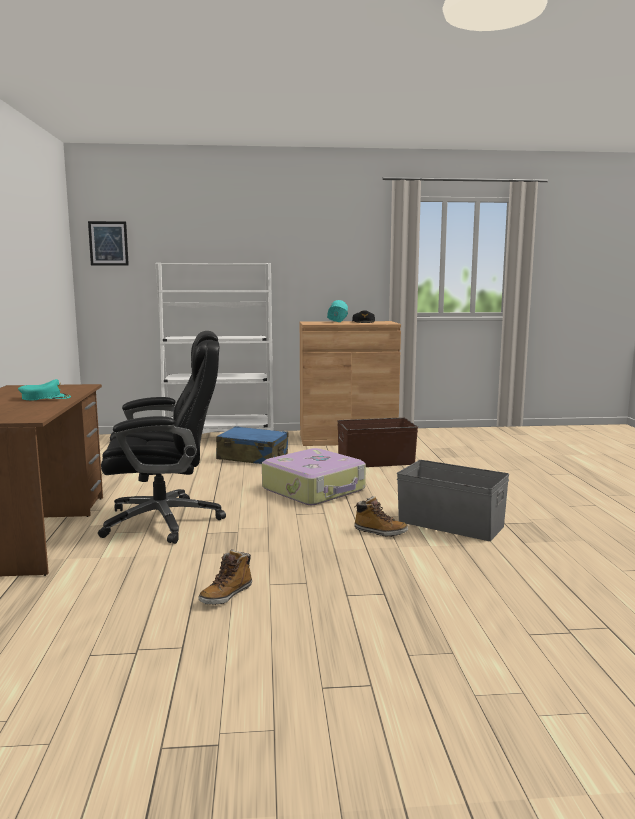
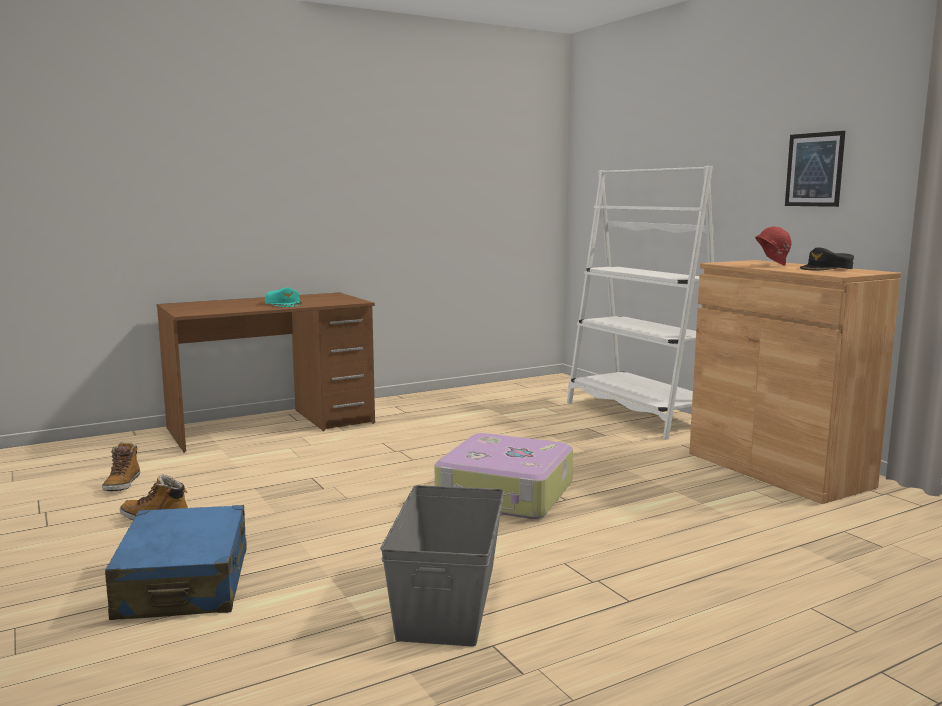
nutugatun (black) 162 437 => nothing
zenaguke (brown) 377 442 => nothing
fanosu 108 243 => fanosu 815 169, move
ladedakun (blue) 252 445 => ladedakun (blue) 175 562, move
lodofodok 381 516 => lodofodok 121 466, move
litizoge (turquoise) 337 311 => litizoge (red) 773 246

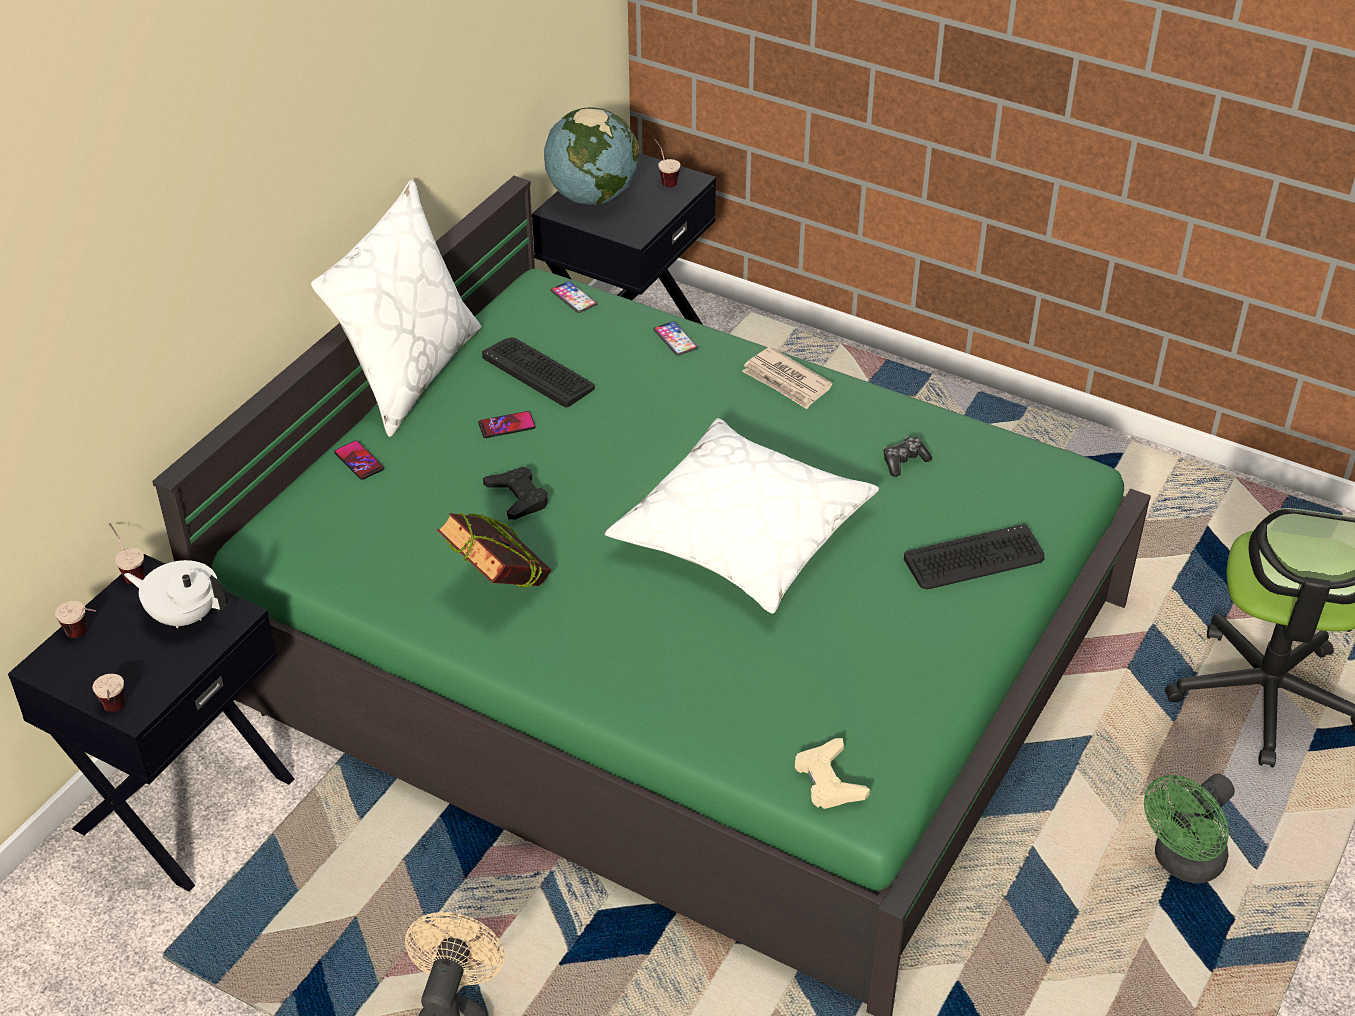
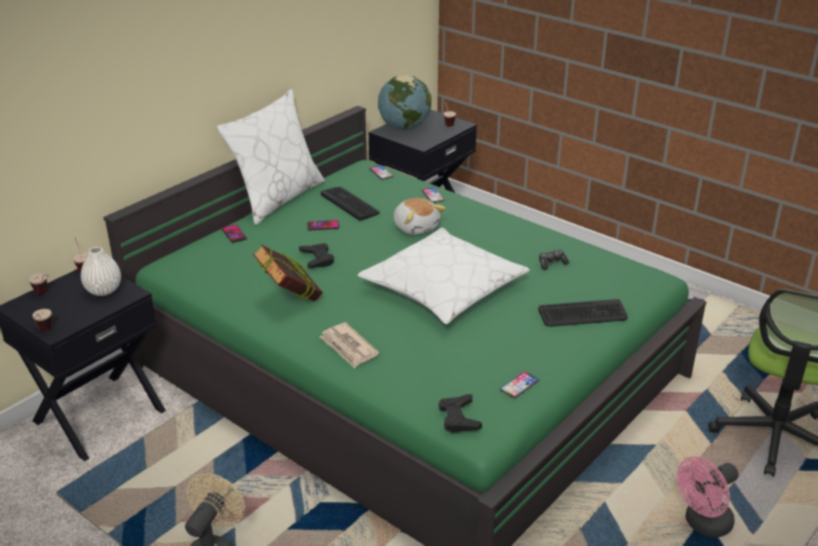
nothing => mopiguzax 419 216
nothing => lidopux 519 384
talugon 787 378 => talugon 349 345, move
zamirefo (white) 176 594 => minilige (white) 101 271
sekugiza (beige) 832 773 => sekugiza (black) 460 413
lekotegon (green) 1189 829 => lekotegon (pink) 708 497

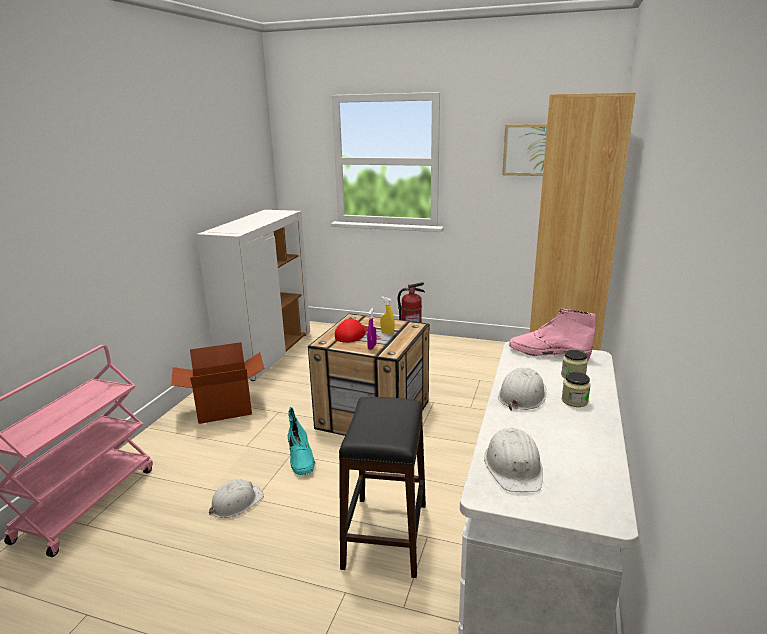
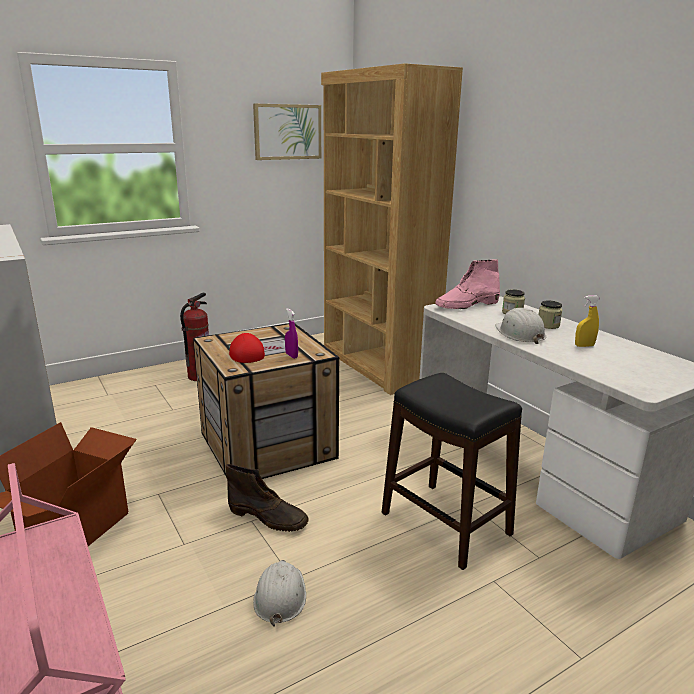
litizoge (white) 513 460 => nothing
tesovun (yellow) 387 316 => tesovun (yellow) 587 321, move
lodofodok (turquoise) 301 441 => lodofodok (brown) 267 498

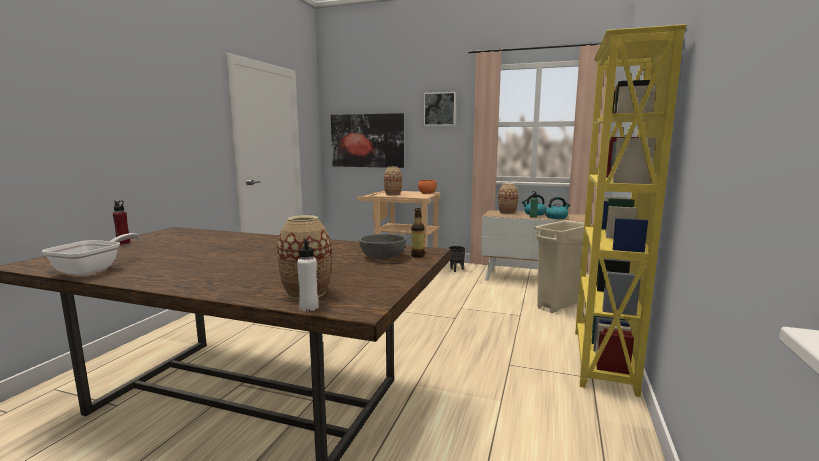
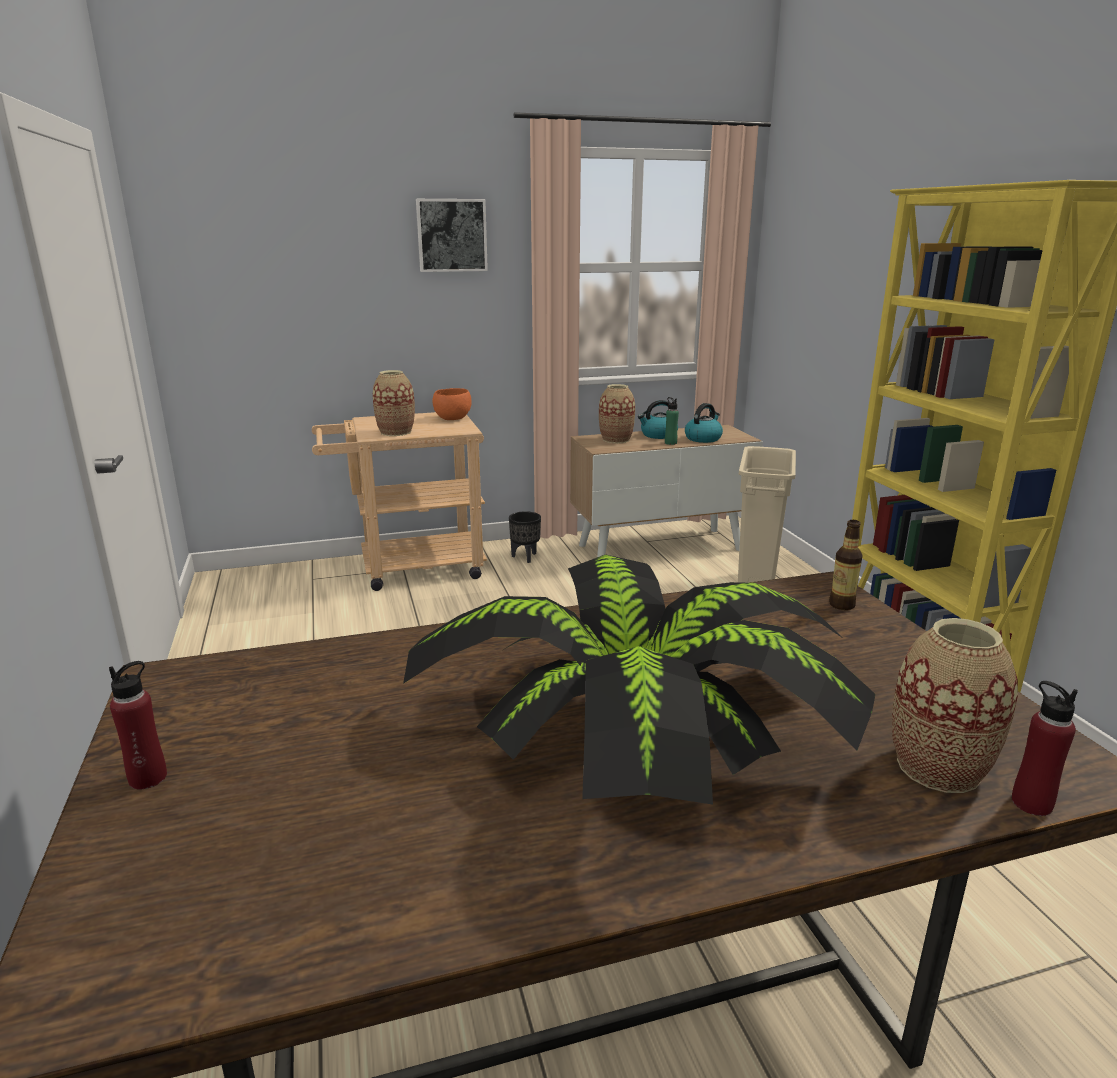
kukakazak 90 254 => nothing
fanosu 367 140 => nothing
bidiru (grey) 382 246 => nothing
nothing => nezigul 639 679
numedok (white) 308 274 => numedok (red) 1045 748

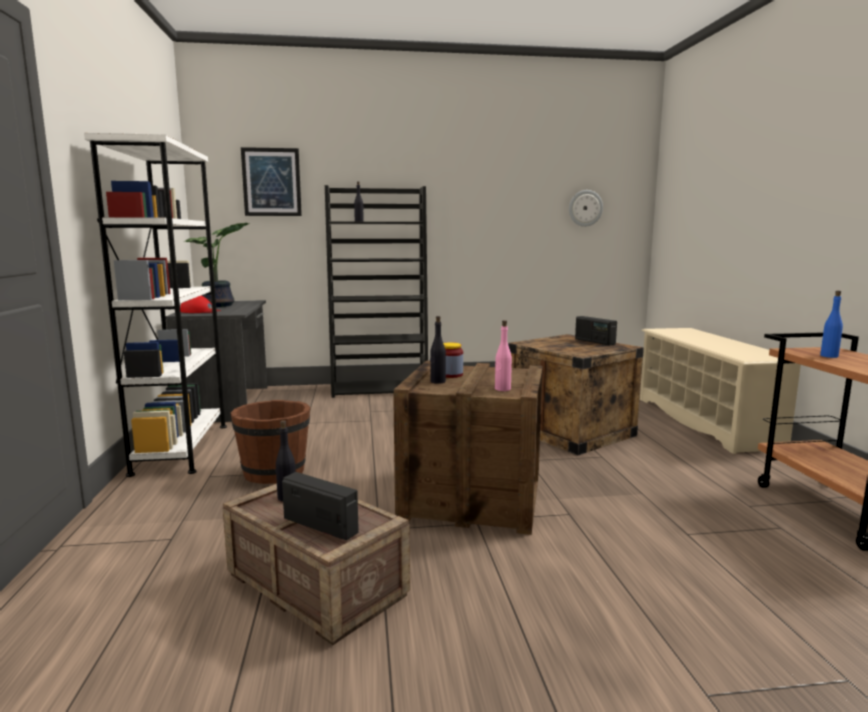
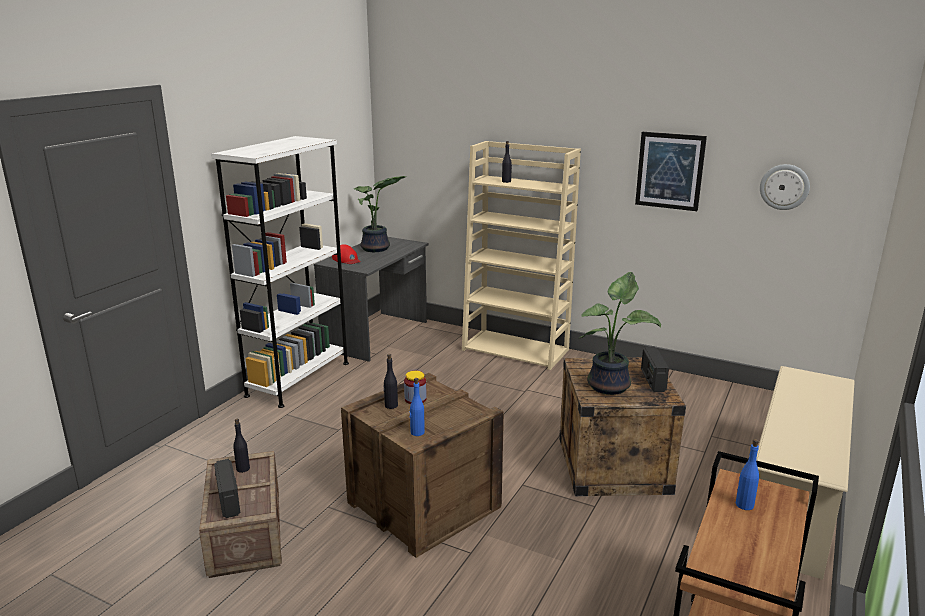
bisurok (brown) 270 442 => nothing
nothing => nezigul 619 333
fanosu 271 181 => fanosu 671 171, move
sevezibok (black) 376 291 => sevezibok (beige) 521 255
numedok (pink) 503 355 => numedok (blue) 417 407

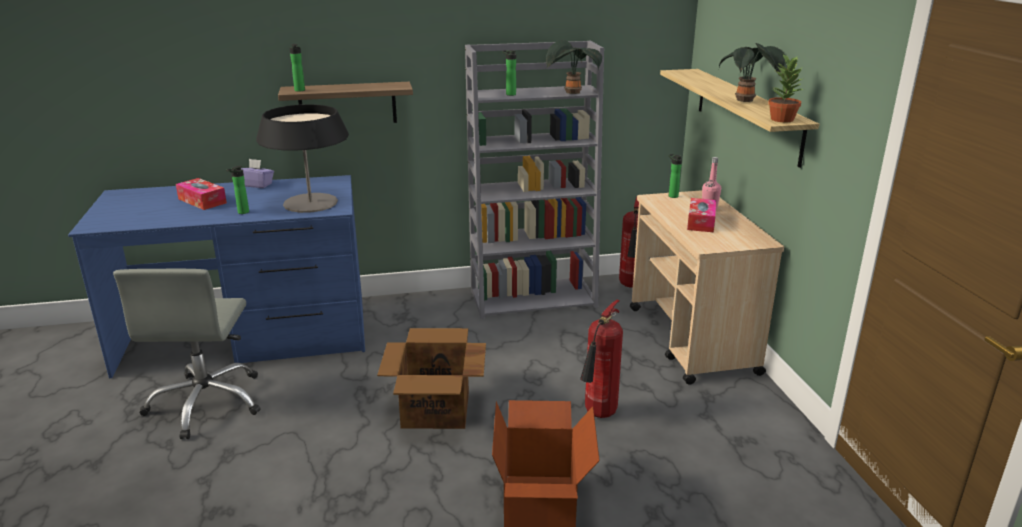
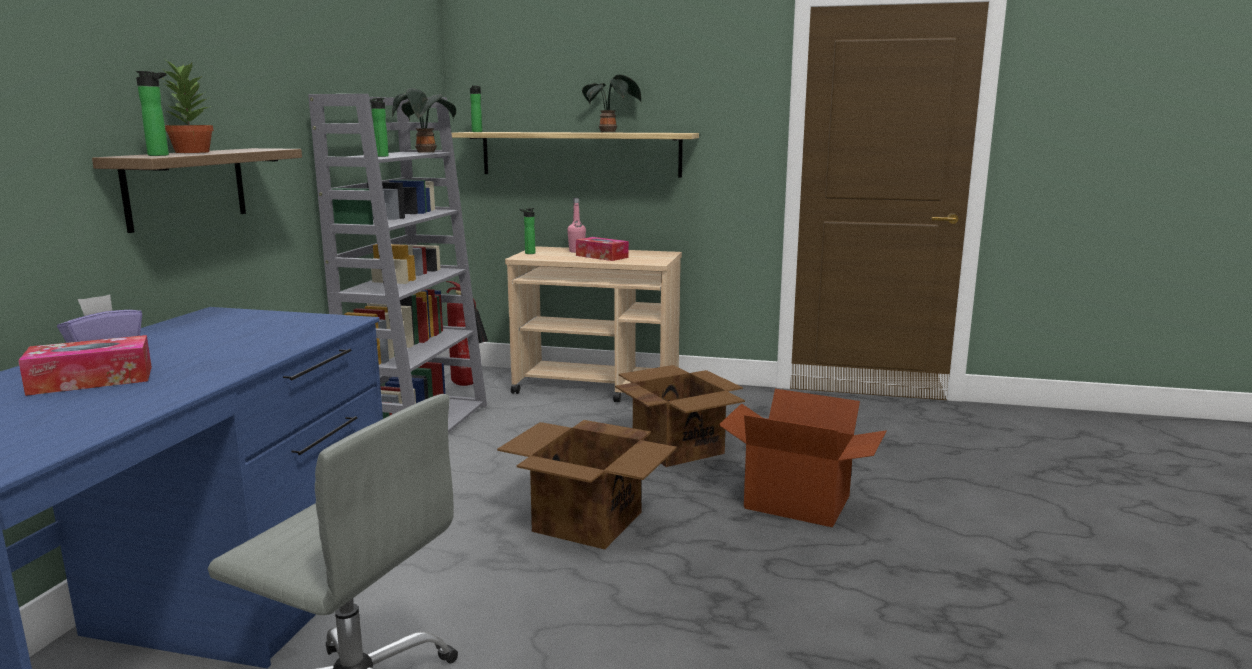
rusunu 302 158 => nothing
numedok 237 190 => numedok 476 108, move
nezigul 786 88 => nezigul 187 105, move
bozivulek 601 359 => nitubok 680 416

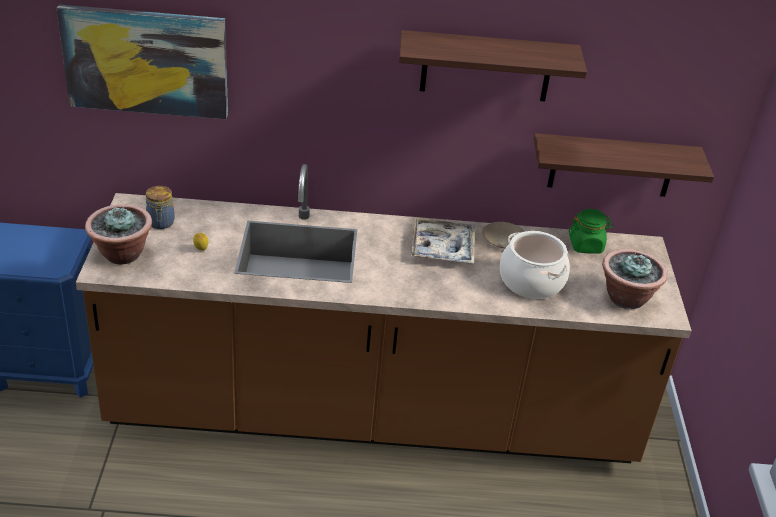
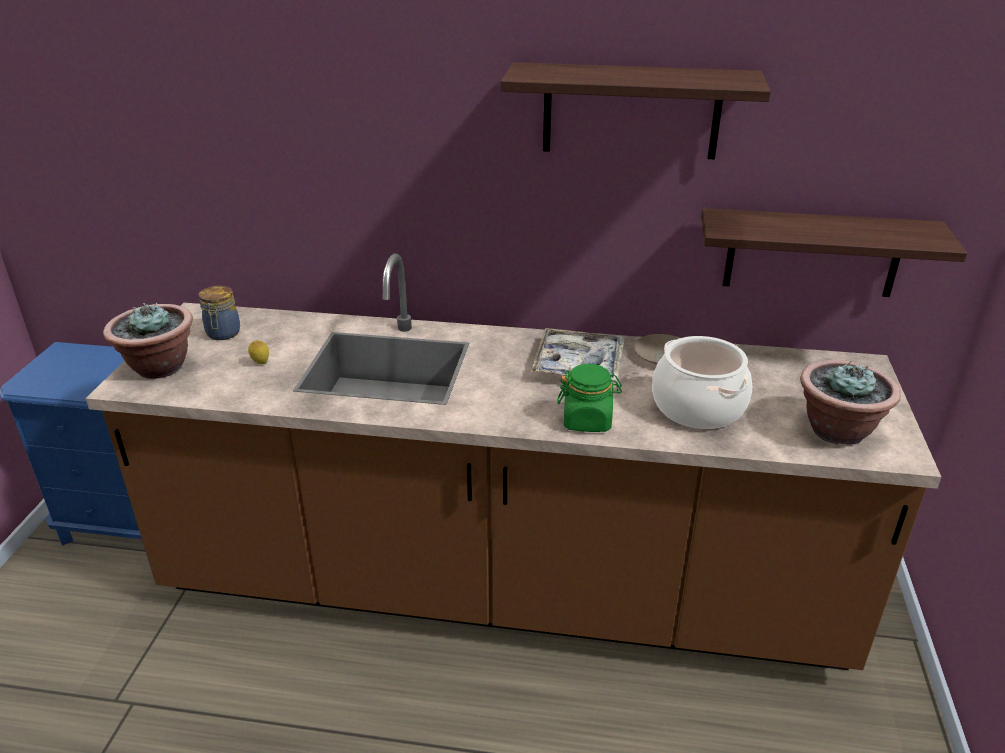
fanosu 142 62 => nothing
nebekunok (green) 590 231 => nebekunok (green) 589 398, move

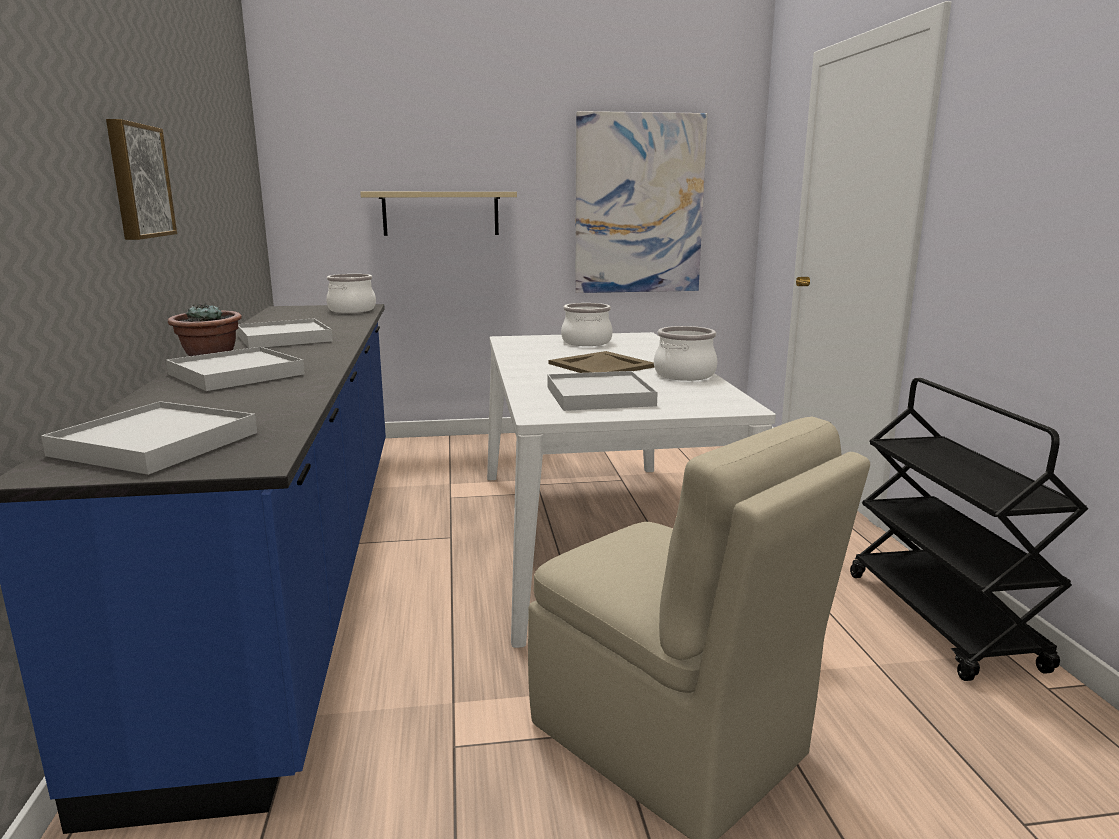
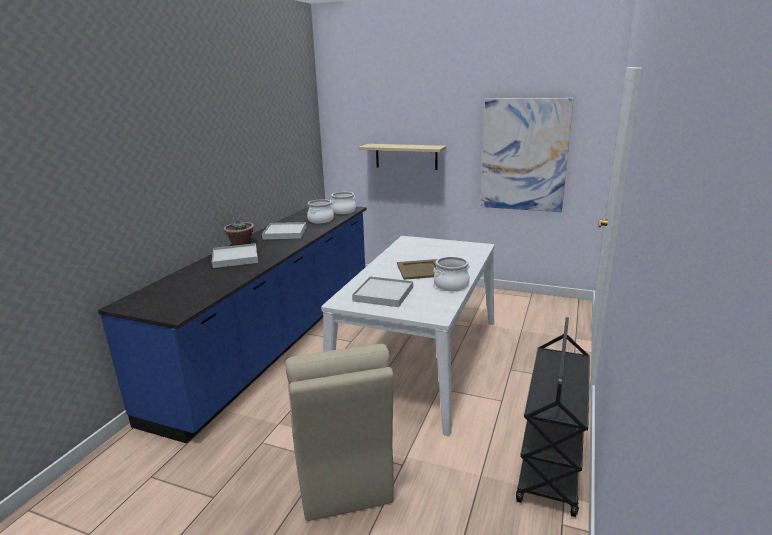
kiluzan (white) 149 438 => nothing
fanosu 141 179 => nothing
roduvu 587 324 => roduvu 320 211, move

